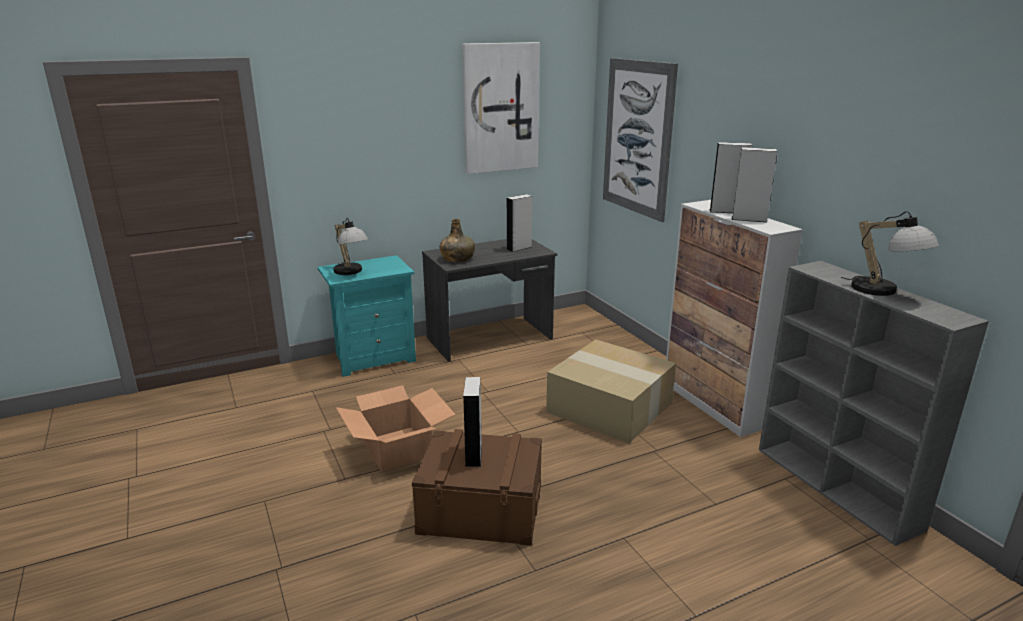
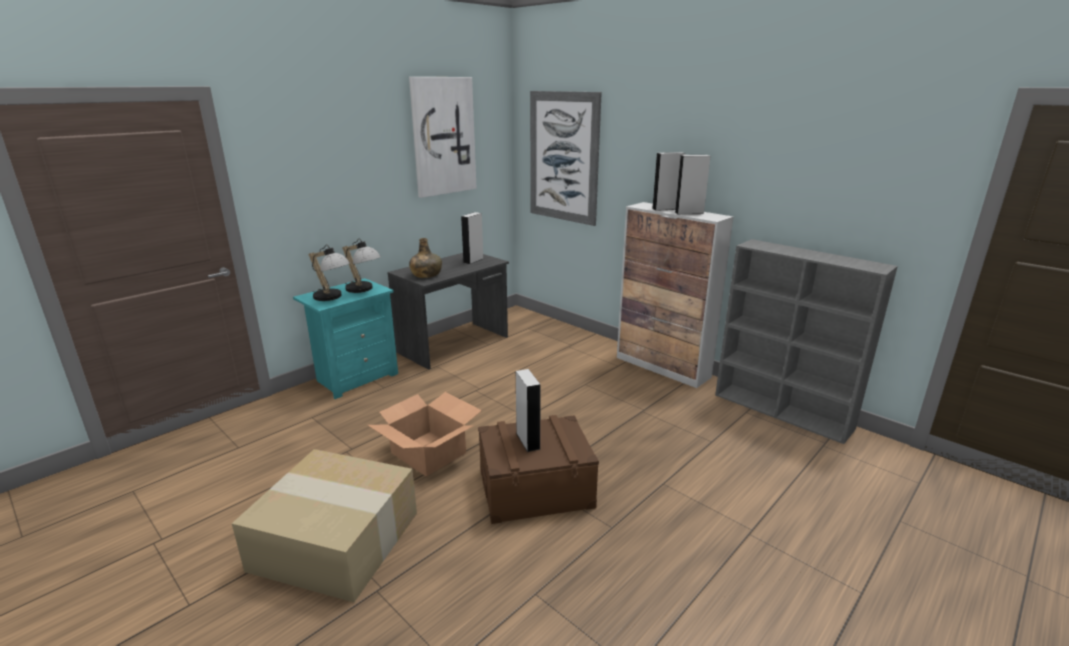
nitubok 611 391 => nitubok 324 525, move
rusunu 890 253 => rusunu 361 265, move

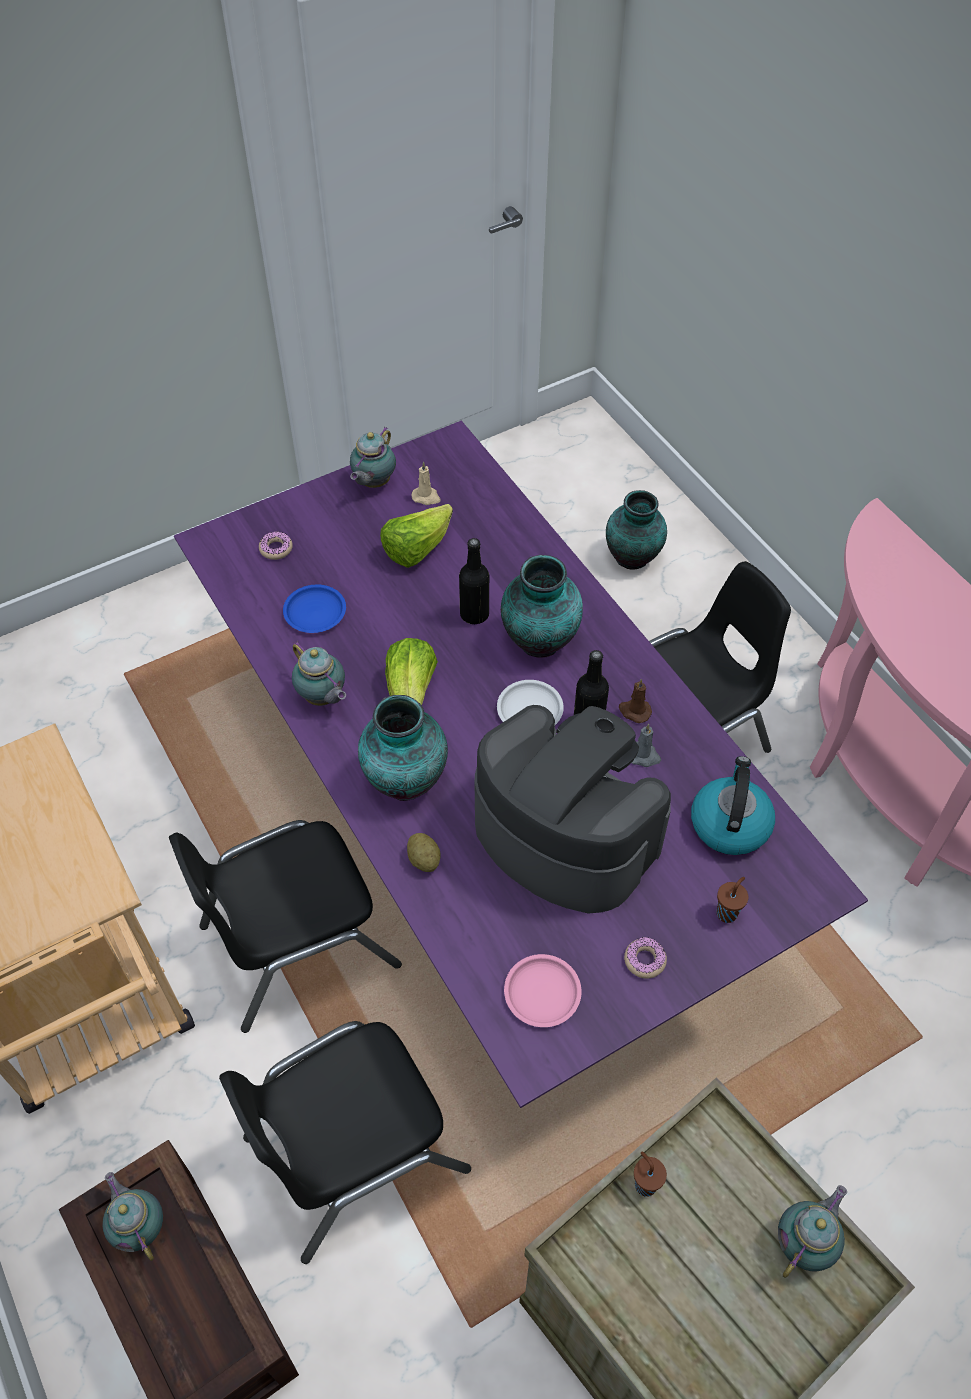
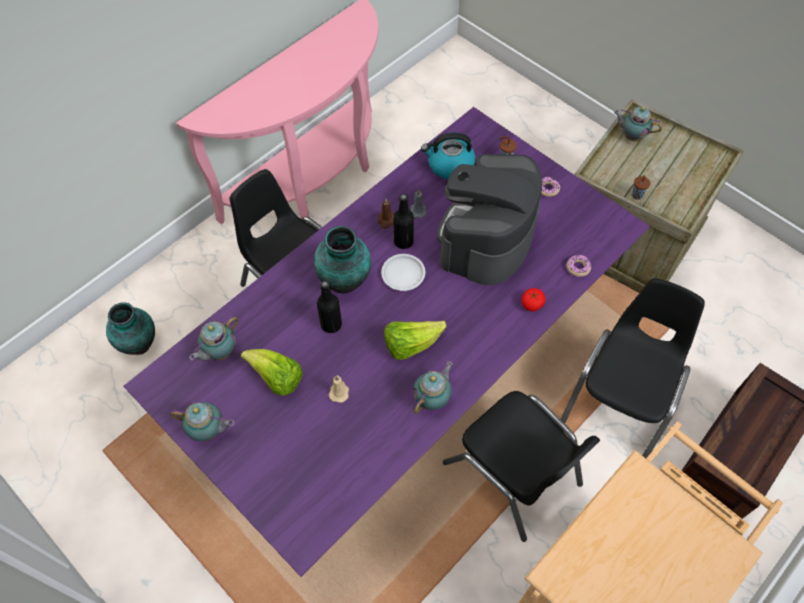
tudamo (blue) 314 609 => nothing
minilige 403 748 => nothing
tudamo (pink) 542 990 => nothing
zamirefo 132 1216 => zamirefo 213 338, move
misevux 276 546 => misevux 579 266, move
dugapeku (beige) 426 483 => dugapeku (beige) 339 389, move
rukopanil 423 852 => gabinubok 533 299
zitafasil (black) 345 1142 => zitafasil (black) 633 368, 105 degrees counterclockwise

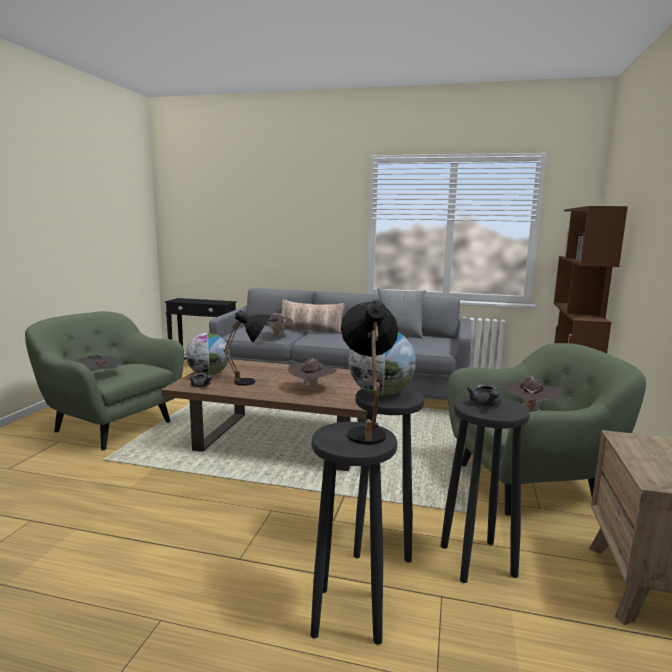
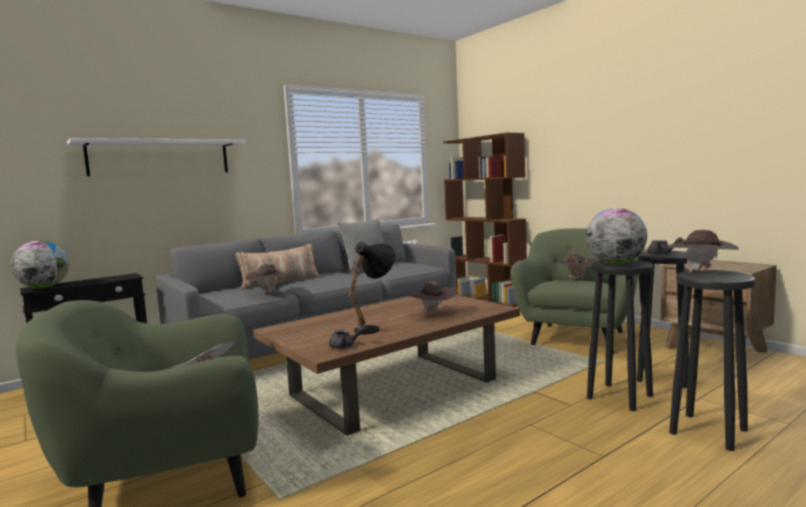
nothing => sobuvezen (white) 156 157
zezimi 208 354 => zezimi 40 264, move
rusunu (black) 369 372 => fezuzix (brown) 703 251

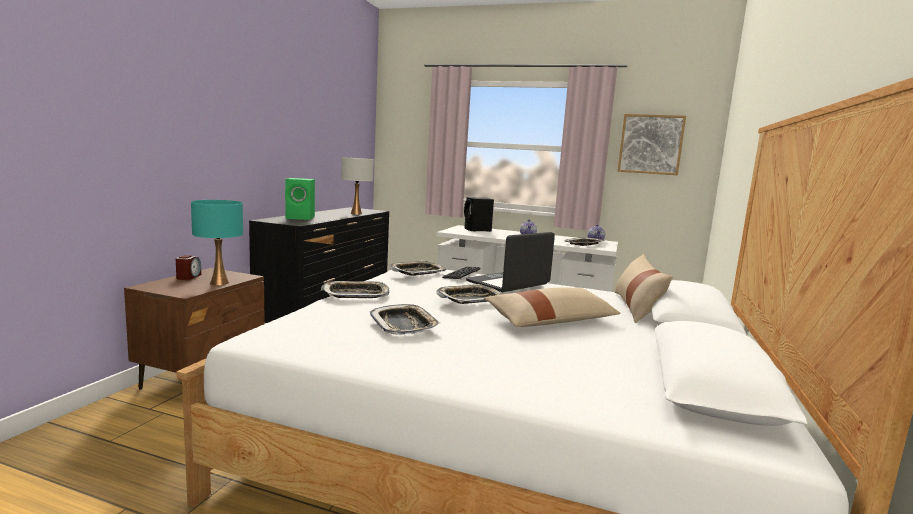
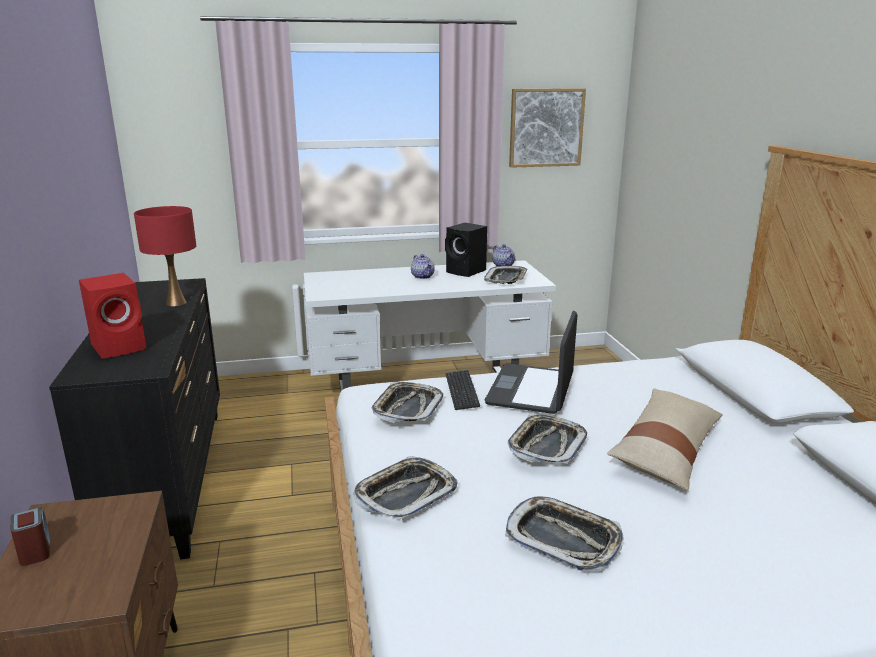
rusunu (turquoise) 217 242 => nothing
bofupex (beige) 644 288 => nothing
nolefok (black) 479 214 => nolefok (black) 466 250, move
nolefok (green) 300 199 => nolefok (red) 113 316
rusunu (white) 357 186 => rusunu (red) 165 256

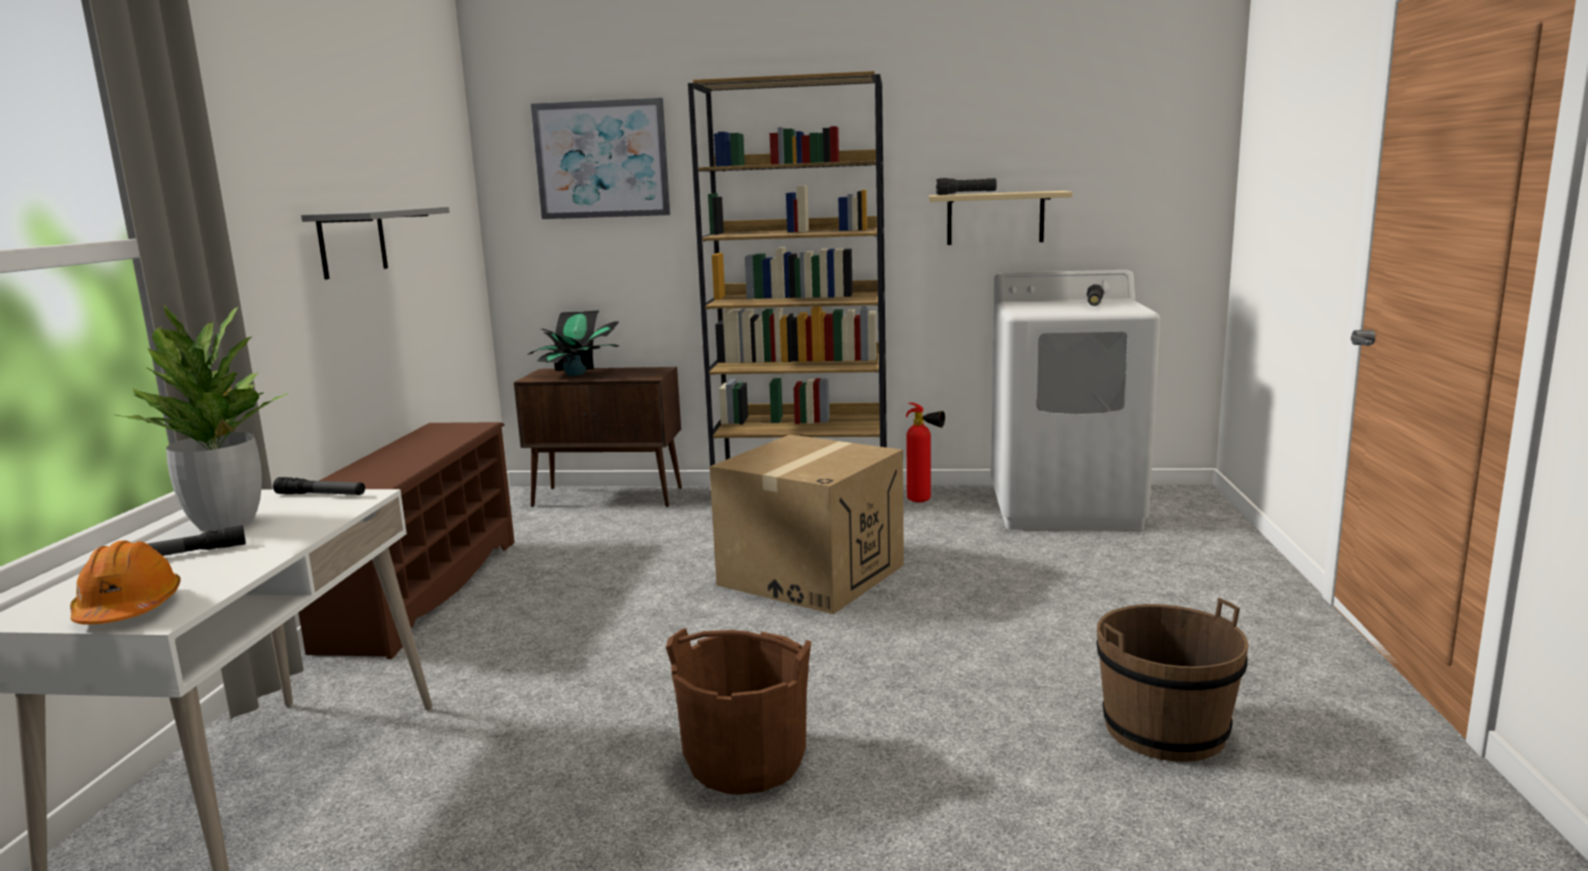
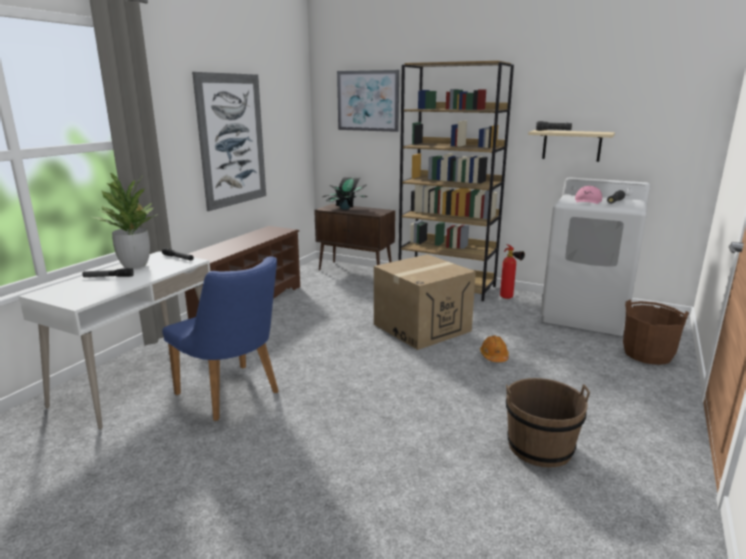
nothing => zitafasil (blue) 220 338
nothing => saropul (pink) 588 195
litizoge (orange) 125 582 => litizoge (orange) 494 348, move
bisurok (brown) 739 711 => bisurok (brown) 656 332, move
sobuvezen (grey) 375 243 => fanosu 229 141

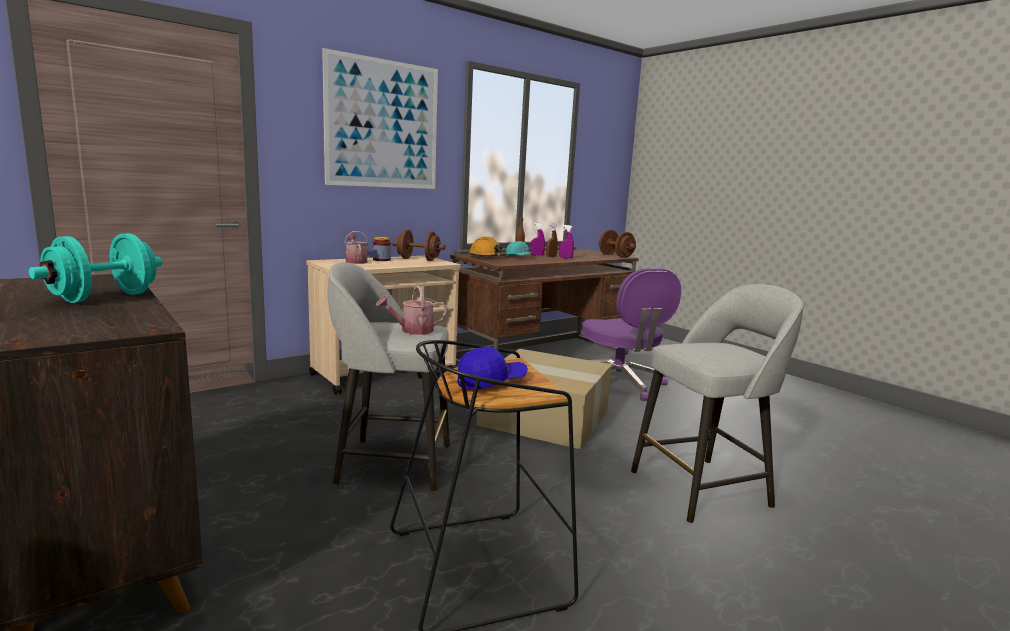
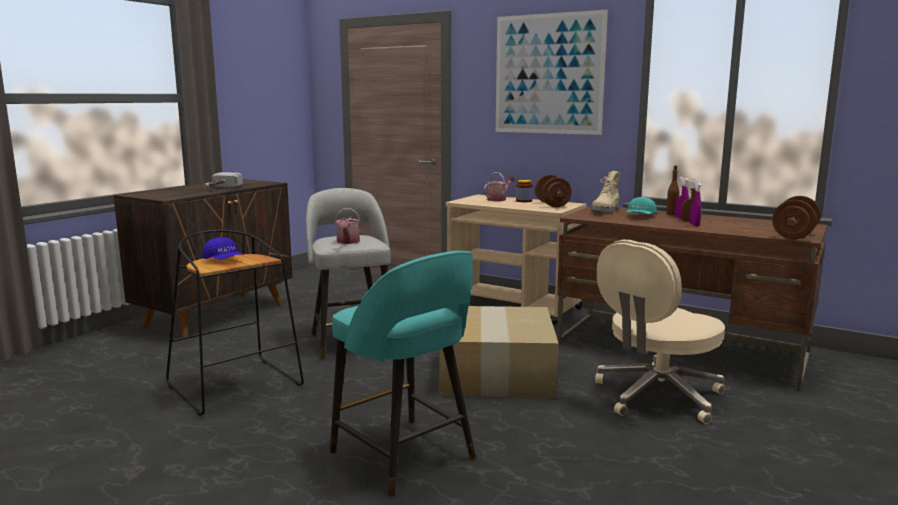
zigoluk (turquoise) 95 268 => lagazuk 223 180
litizoge (orange) 487 246 => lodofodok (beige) 605 192
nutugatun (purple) 631 334 => nutugatun (beige) 660 332
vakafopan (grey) 717 403 => vakafopan (turquoise) 403 374
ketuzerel 411 310 => ketuzerel 347 226, 135 degrees counterclockwise

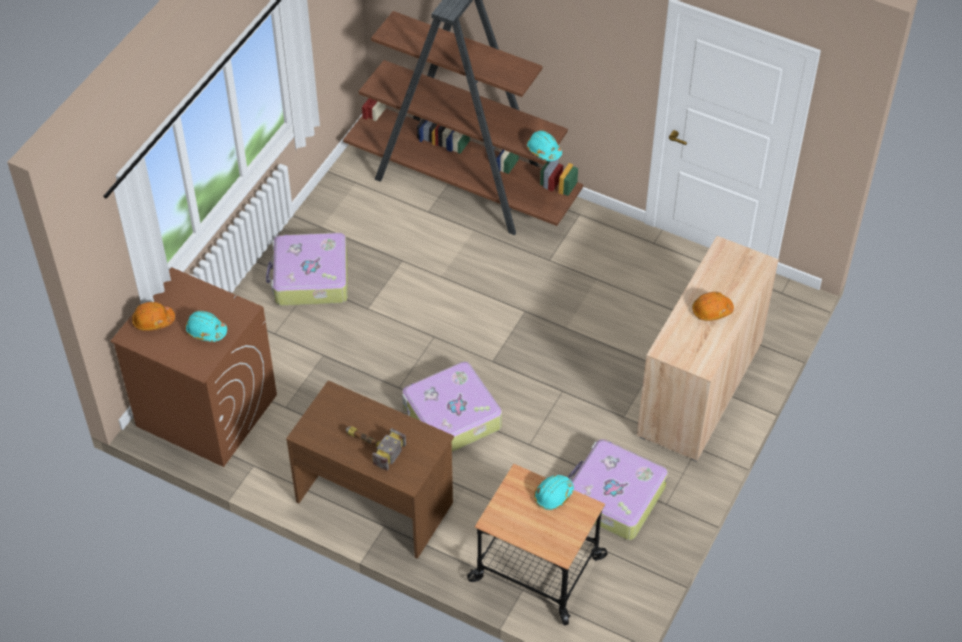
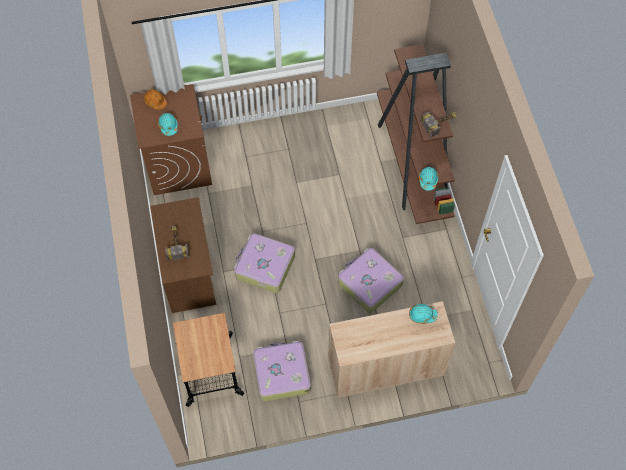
litizoge (orange) 713 306 => nothing
nothing => lagazuk 439 124
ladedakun 307 269 => ladedakun 371 280, move
litizoge (turquoise) 554 492 => litizoge (turquoise) 423 314, move

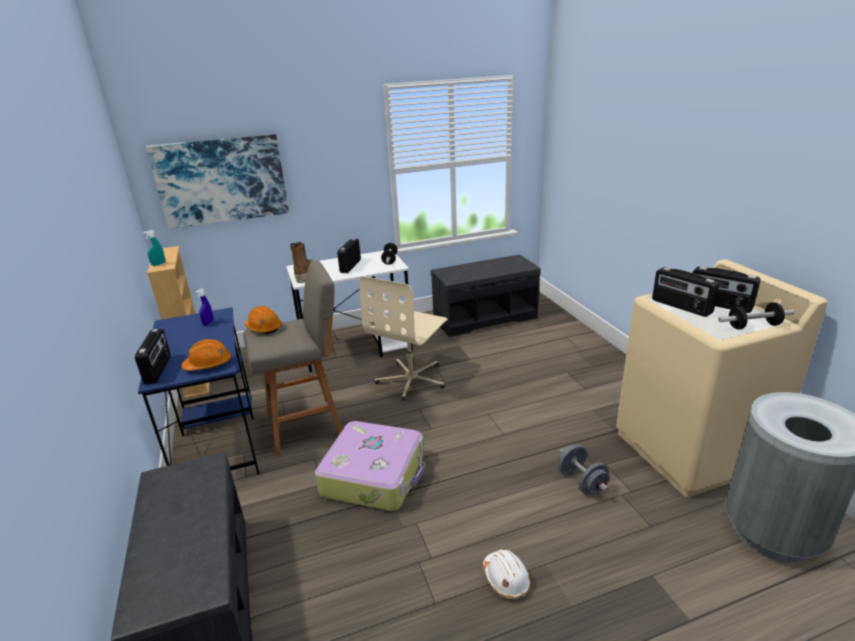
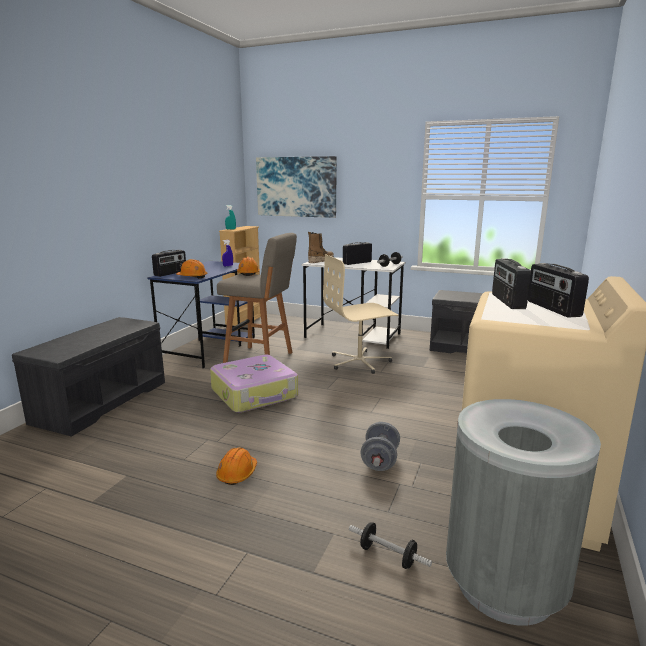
zigoluk 756 316 => zigoluk 390 545, move
litizoge (white) 507 574 => litizoge (orange) 236 466

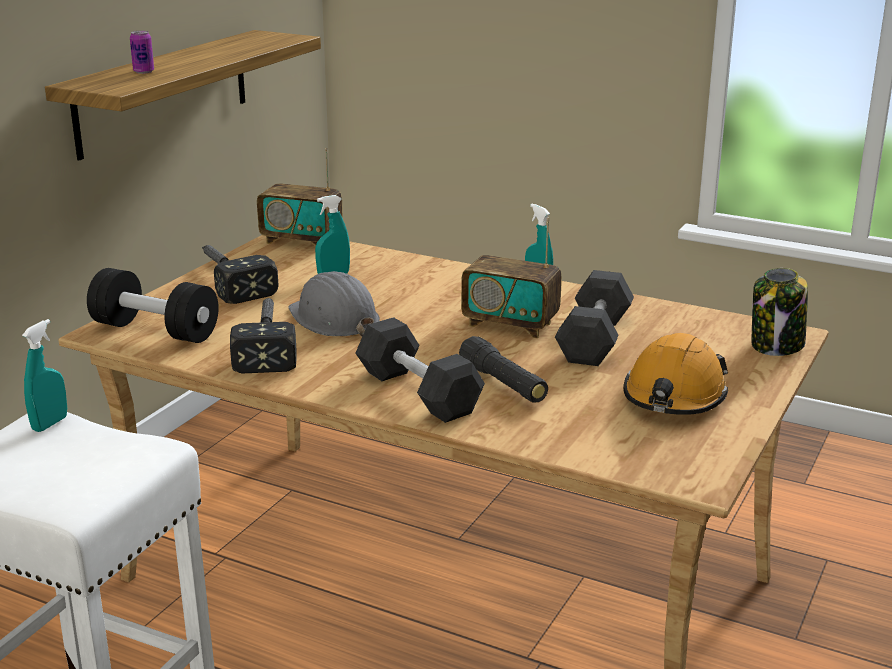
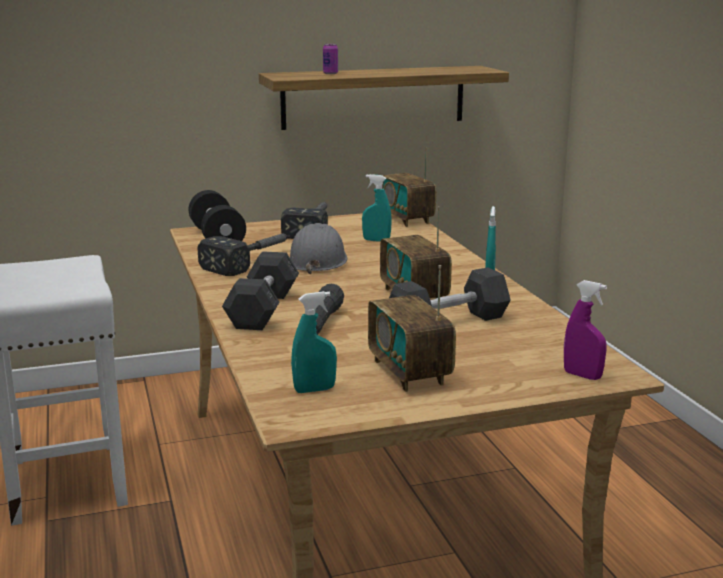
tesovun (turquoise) 44 375 => tesovun (turquoise) 314 342, move
litizoge (orange) 675 374 => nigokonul 412 328
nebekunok 780 312 => tesovun (purple) 585 330

